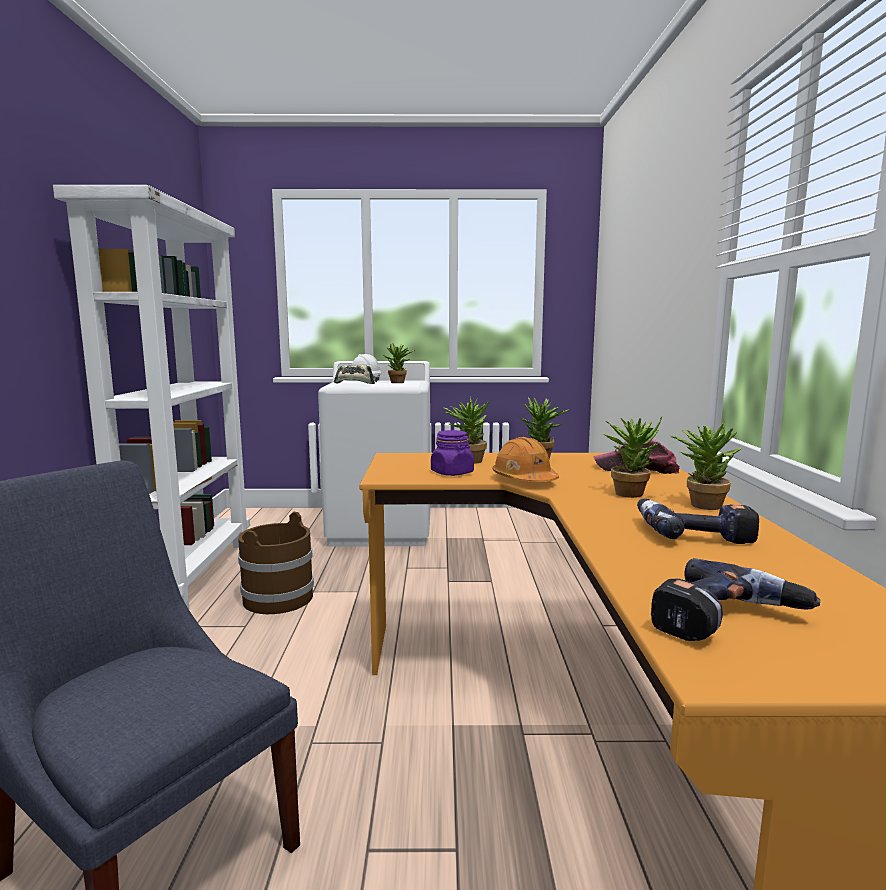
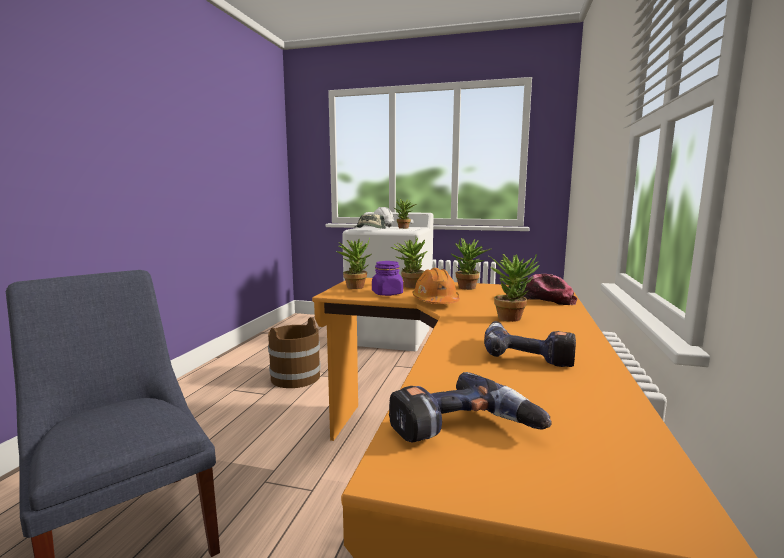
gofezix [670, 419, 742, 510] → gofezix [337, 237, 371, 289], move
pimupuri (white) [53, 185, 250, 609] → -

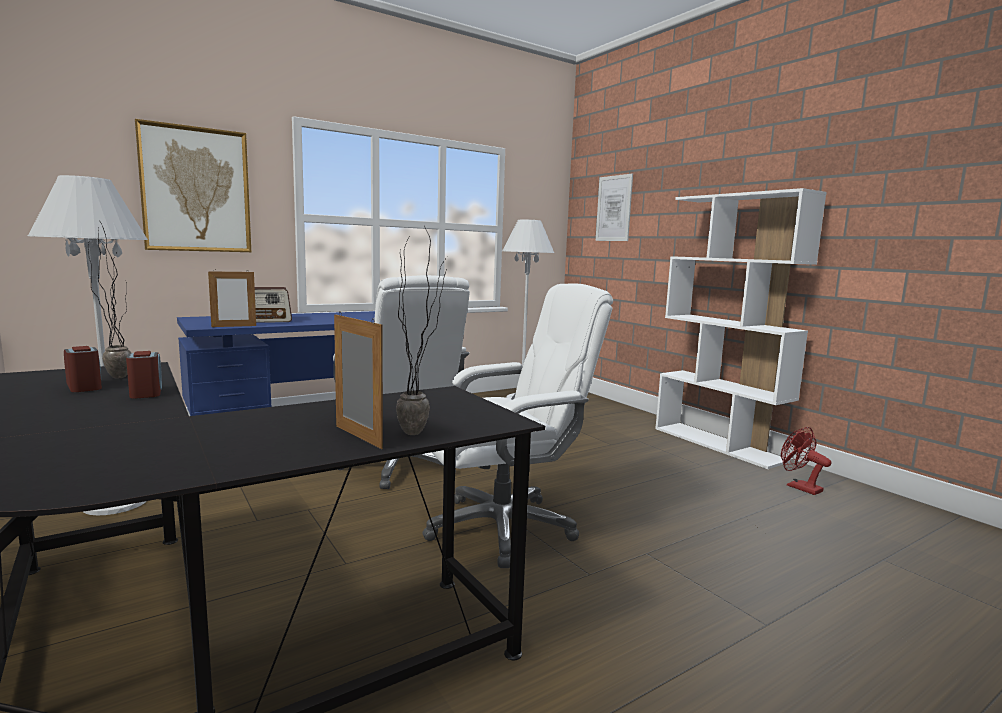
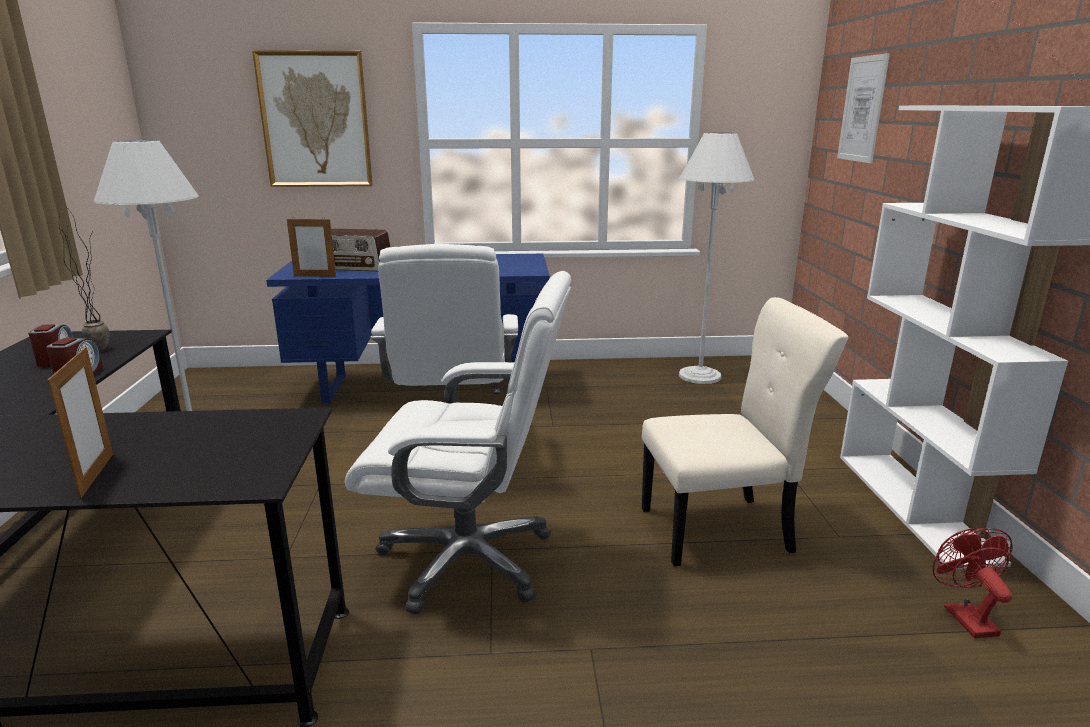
- → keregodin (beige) [642, 297, 849, 567]
gofezix [396, 226, 447, 435] → -

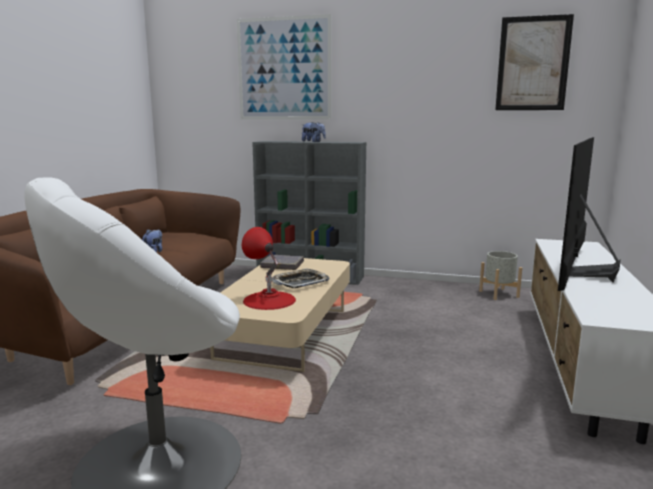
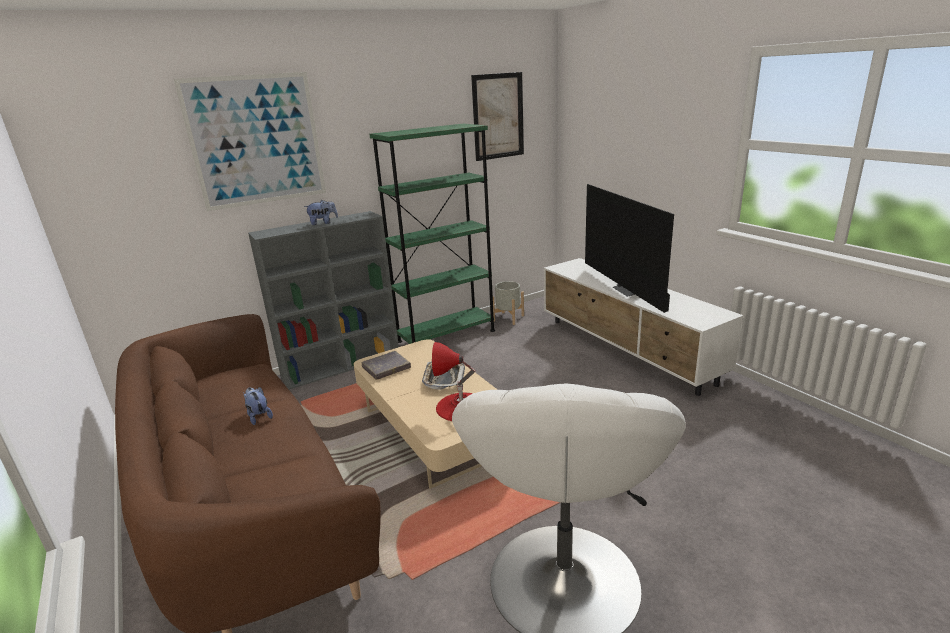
- → pimupuri (green) [369, 124, 495, 344]

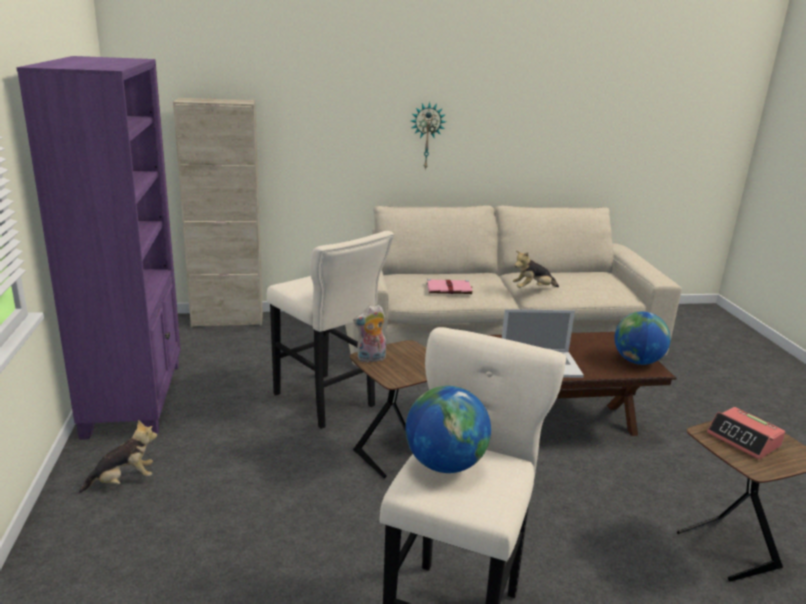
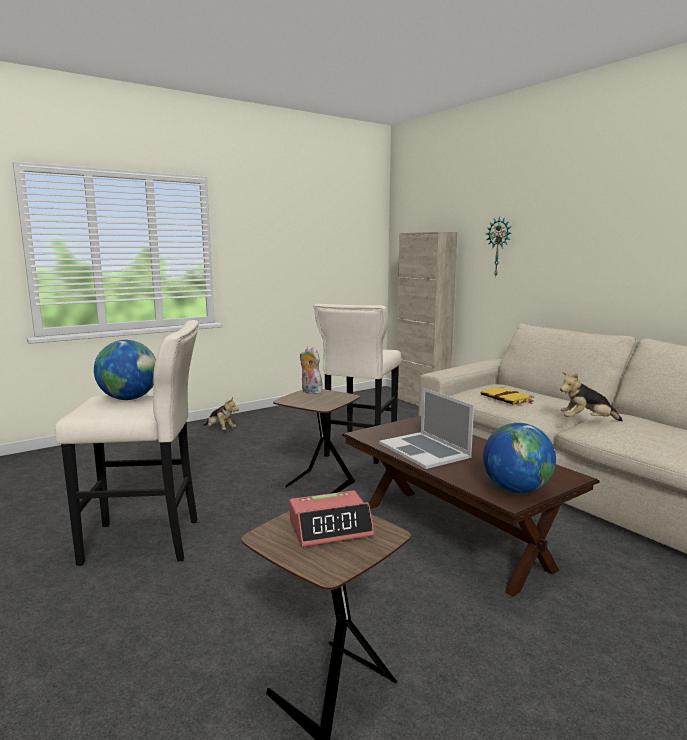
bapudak [707, 407, 785, 459] → bapudak [289, 490, 374, 547], 135 degrees counterclockwise
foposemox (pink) [427, 279, 473, 294] → foposemox (yellow) [481, 387, 534, 405]
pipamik [411, 102, 446, 170] → pipamik [486, 216, 512, 278], move
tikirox [513, 251, 559, 288] → tikirox [560, 372, 623, 421], 45 degrees counterclockwise
pimupuri (purple) [16, 56, 181, 440] → -

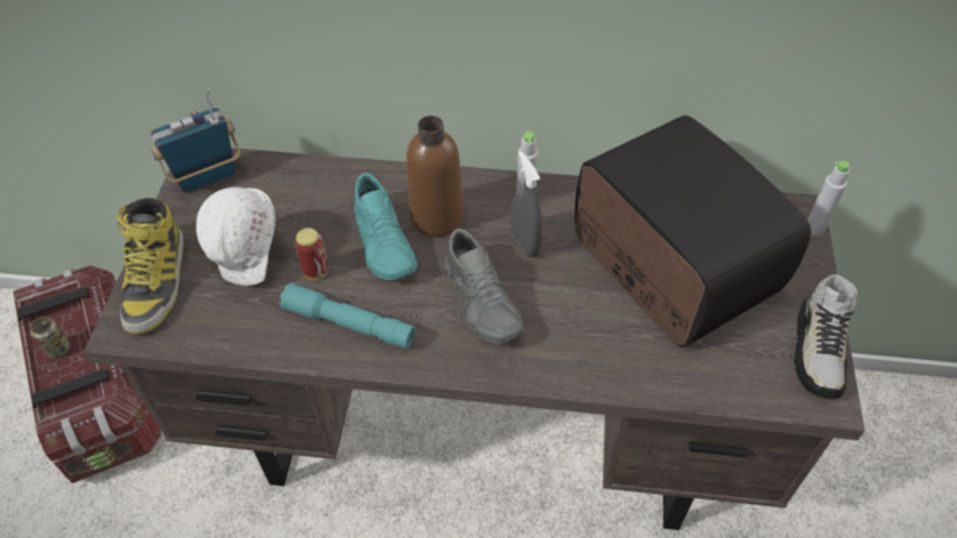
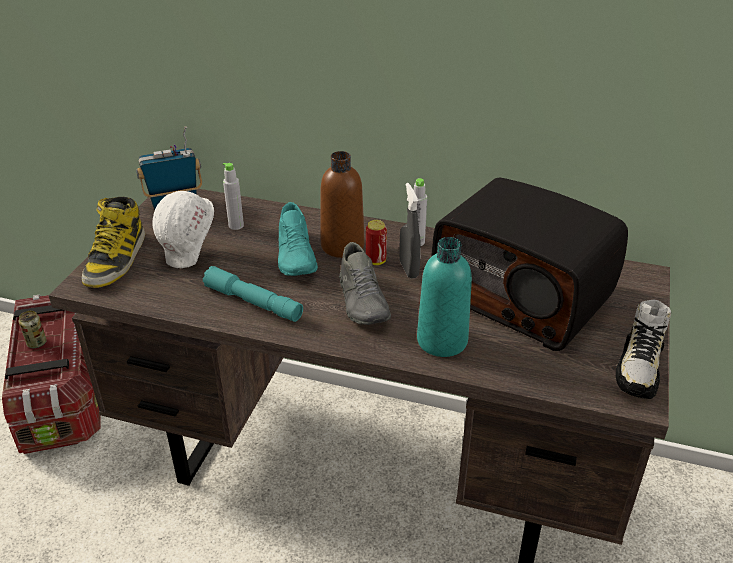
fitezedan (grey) [807, 161, 850, 235] → fitezedan (grey) [223, 163, 244, 230], move
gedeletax [295, 228, 328, 280] → gedeletax [366, 220, 387, 265], move
- → fitezedan (turquoise) [417, 237, 472, 357]
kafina [575, 115, 811, 348] → kafina [432, 178, 628, 351], 150 degrees clockwise

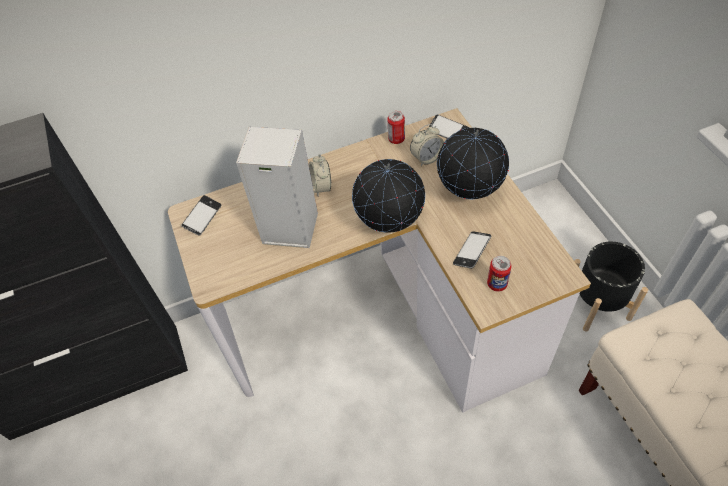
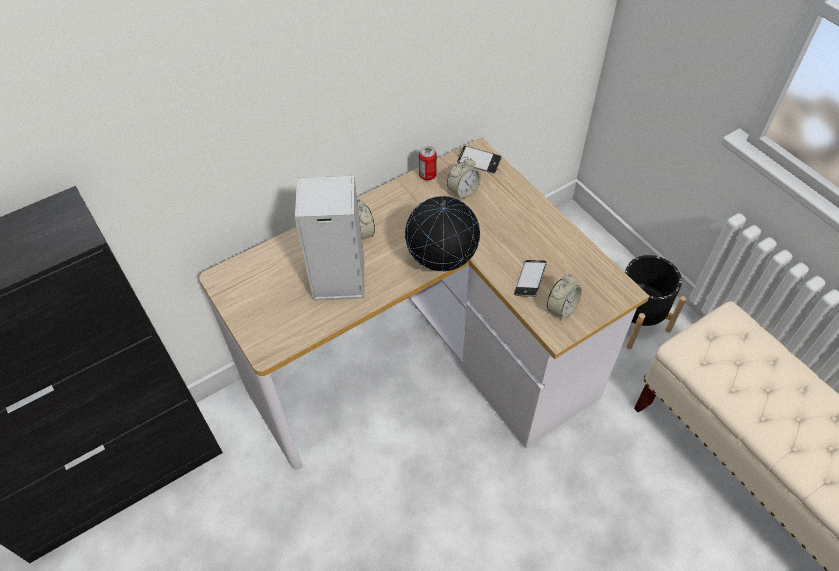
gedeletax [487, 256, 512, 292] → bapudak [547, 274, 582, 321]
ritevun [182, 195, 221, 236] → -
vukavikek [437, 128, 509, 199] → -

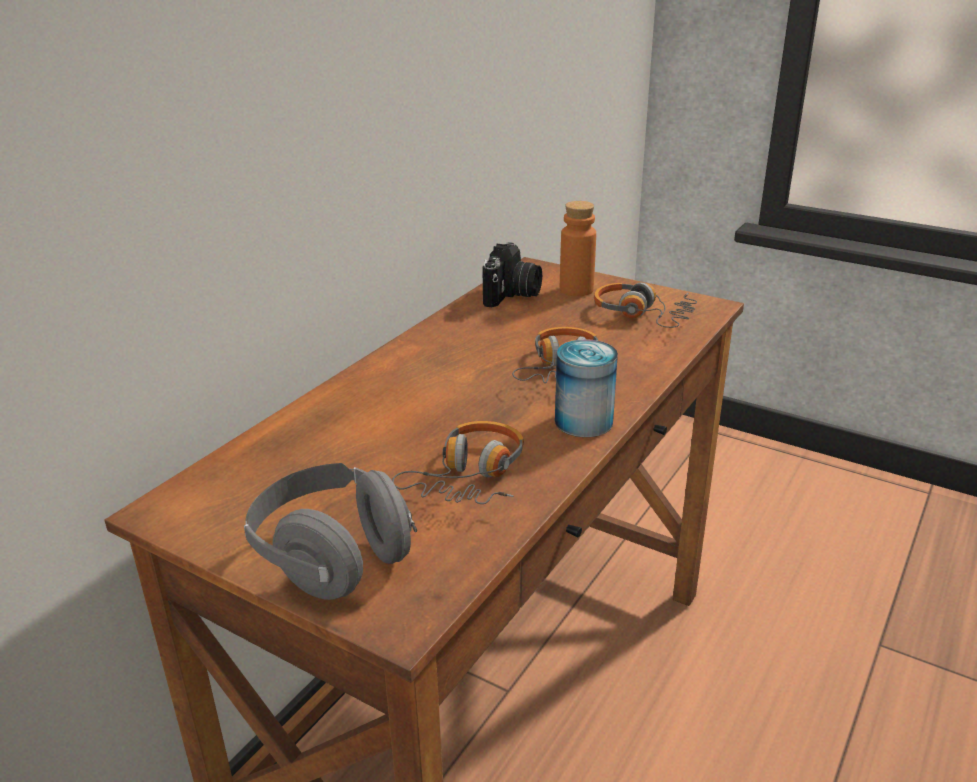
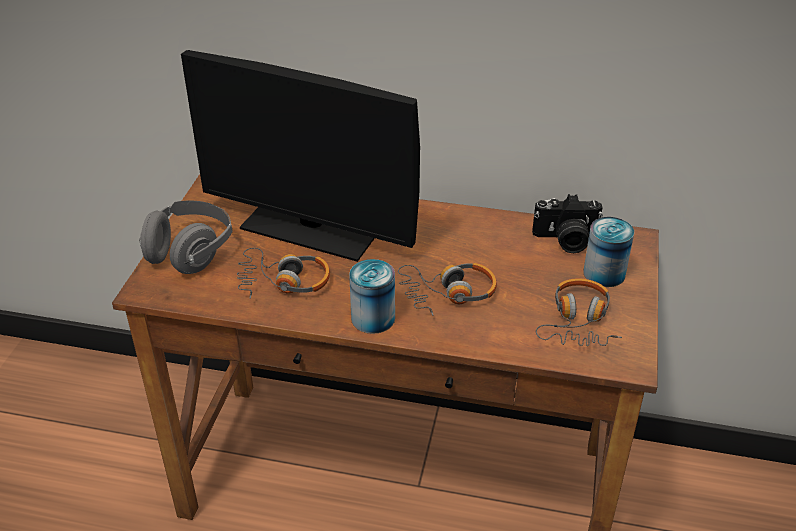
- → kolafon [181, 50, 420, 262]
fitezedan (orange) [560, 201, 596, 296] → gedeletax [583, 217, 634, 287]

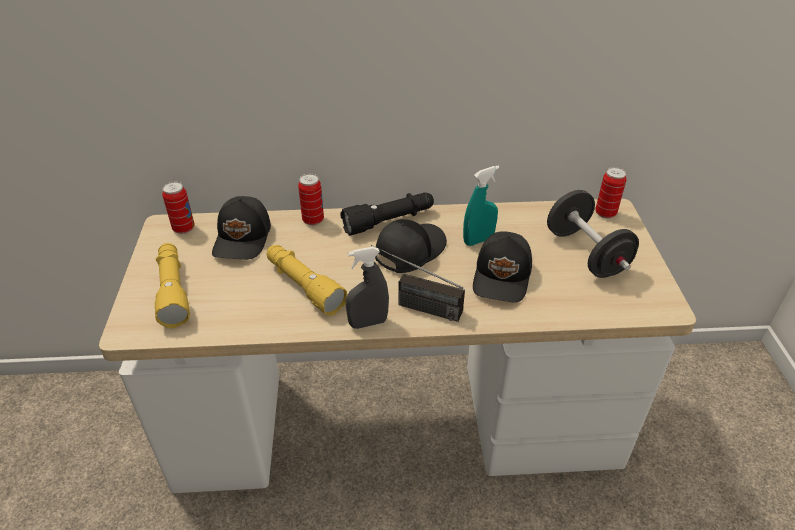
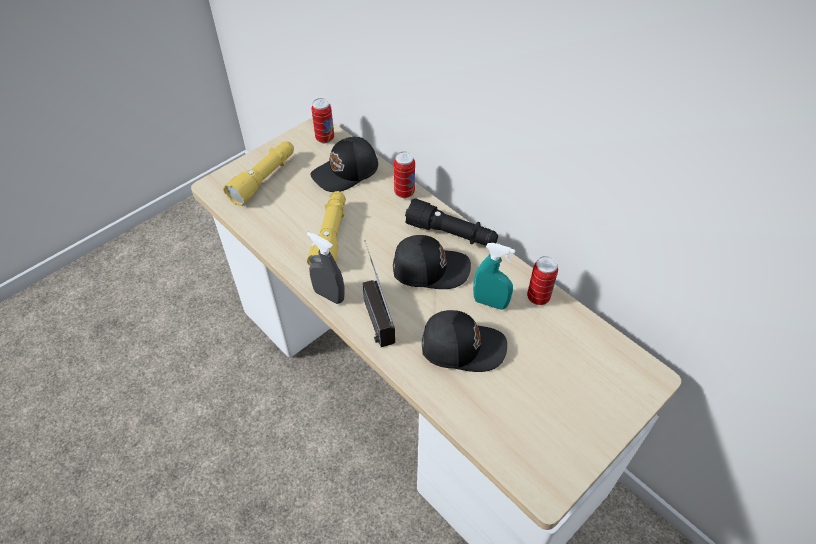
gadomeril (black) [473, 231, 532, 303] → gadomeril (black) [422, 310, 507, 372], 150 degrees counterclockwise
gedeletax [595, 167, 626, 218] → gedeletax [527, 256, 558, 305], move
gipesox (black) [547, 190, 639, 278] → -

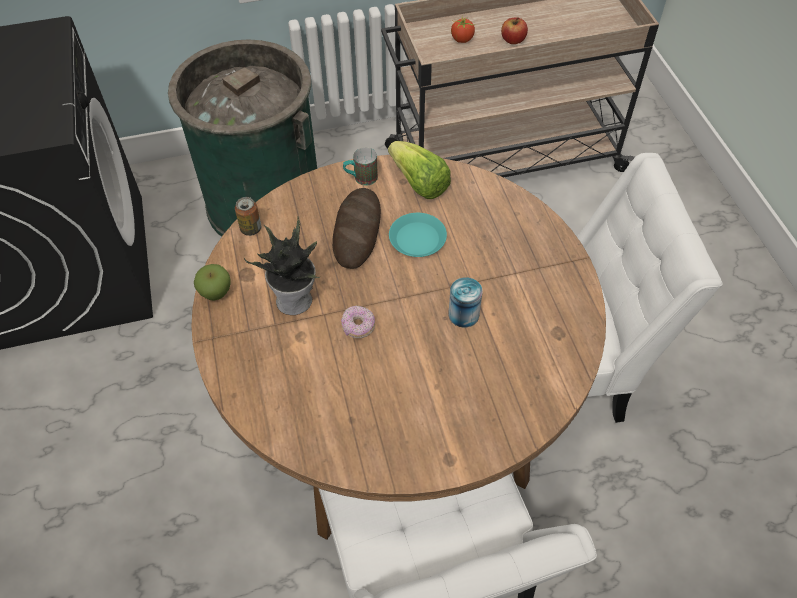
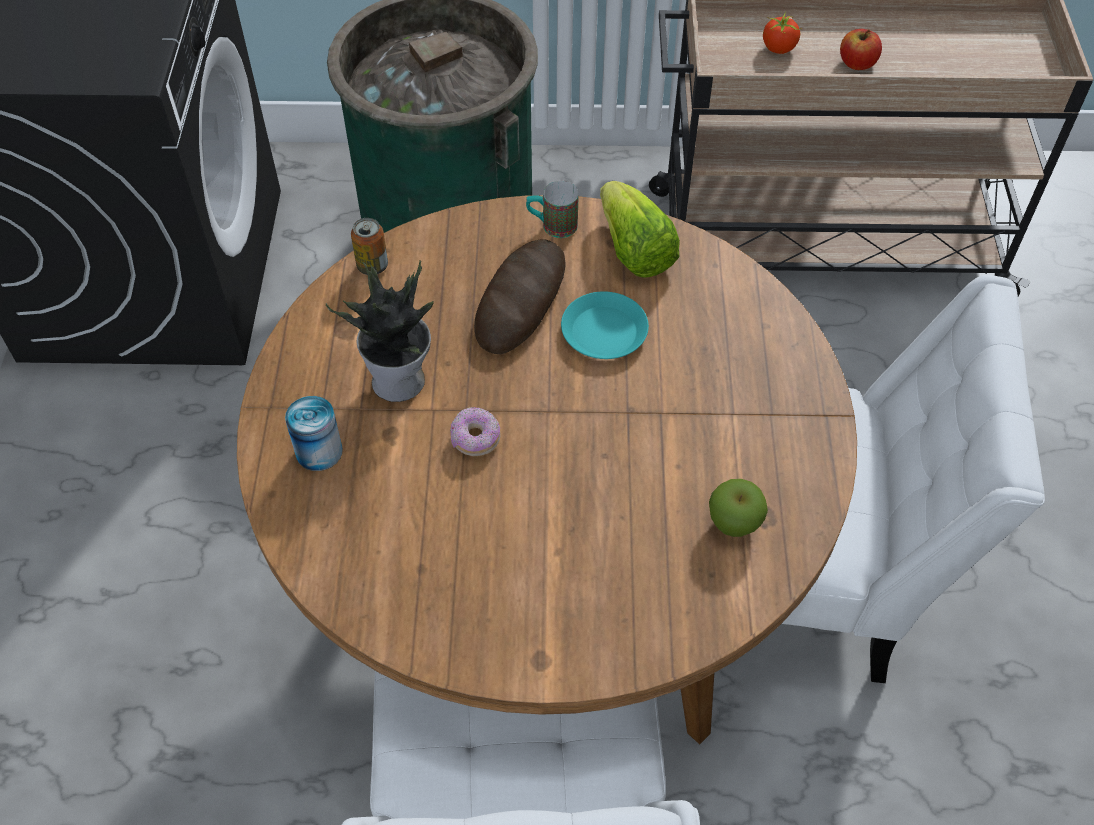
gedeletax [448, 277, 483, 328] → gedeletax [285, 396, 343, 471], move
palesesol [194, 264, 230, 300] → palesesol [709, 479, 768, 537], move

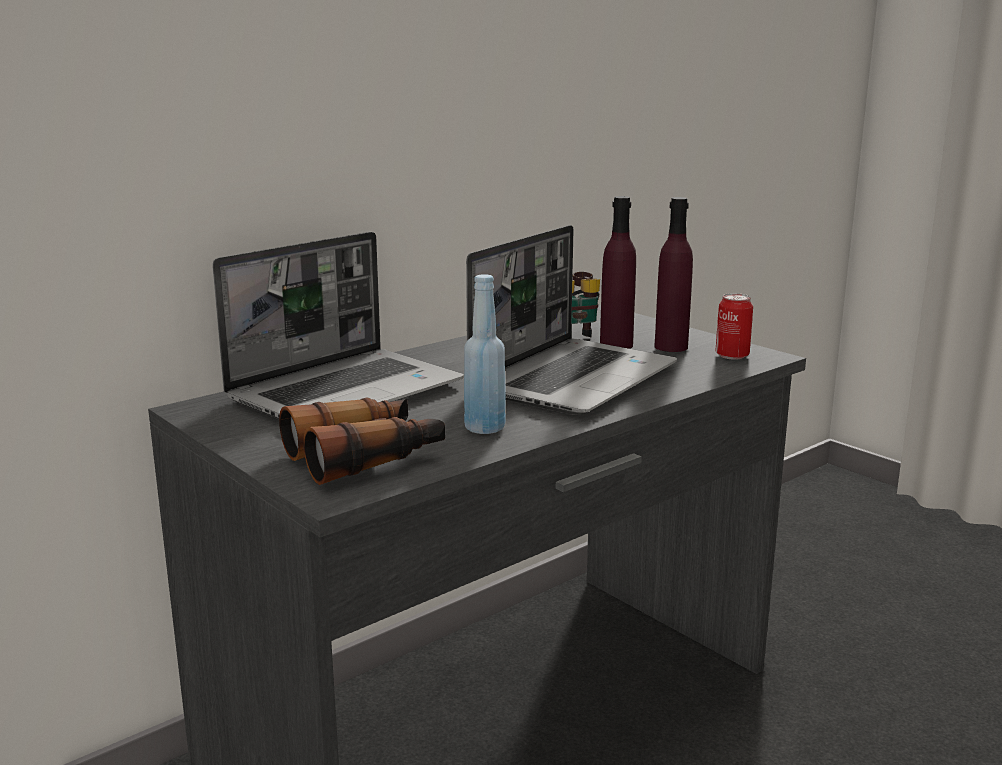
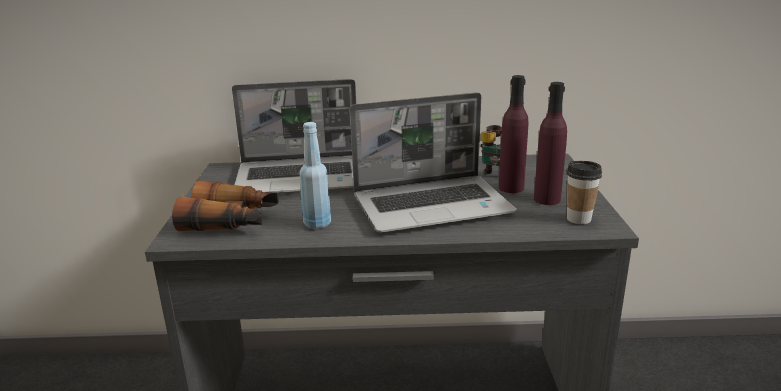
gedeletax [715, 293, 753, 360] → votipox [566, 161, 602, 224]

